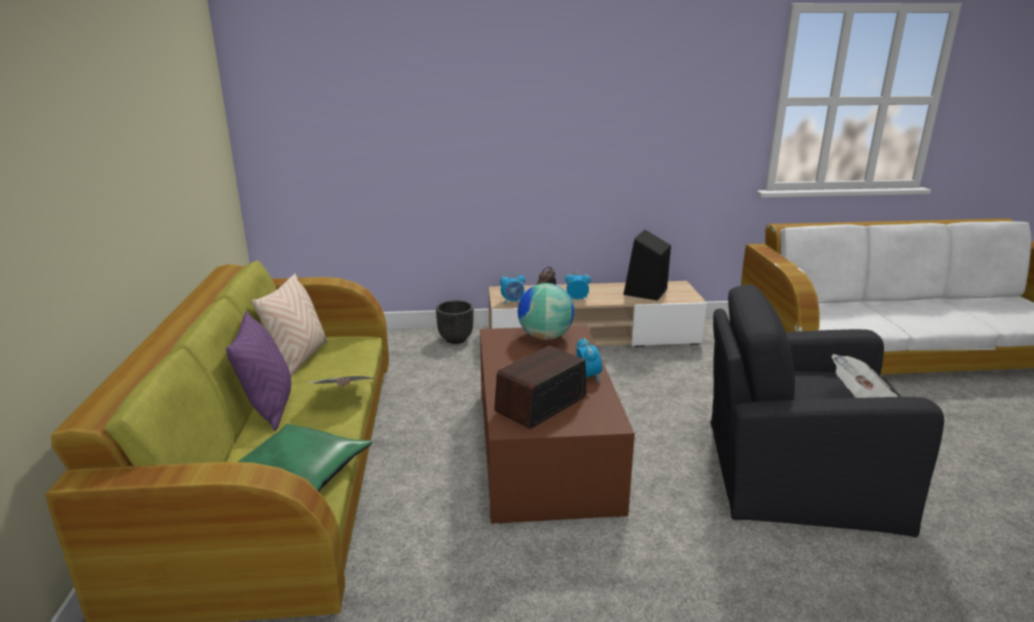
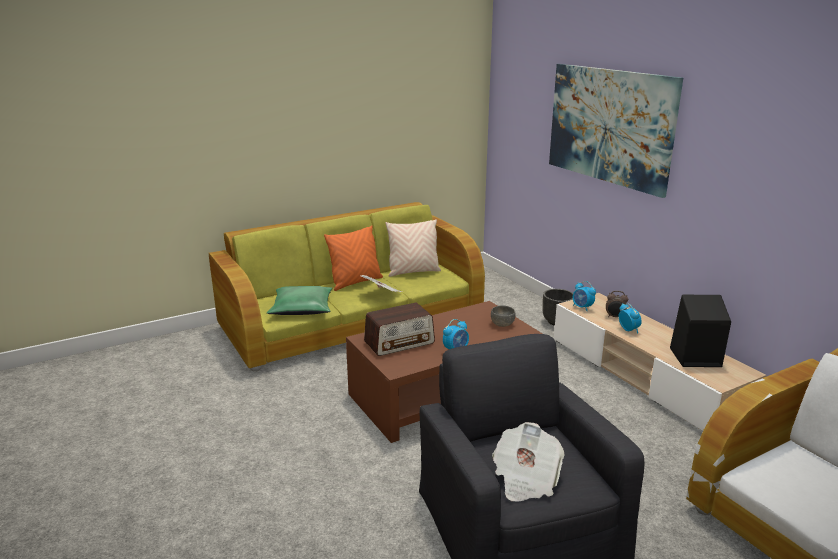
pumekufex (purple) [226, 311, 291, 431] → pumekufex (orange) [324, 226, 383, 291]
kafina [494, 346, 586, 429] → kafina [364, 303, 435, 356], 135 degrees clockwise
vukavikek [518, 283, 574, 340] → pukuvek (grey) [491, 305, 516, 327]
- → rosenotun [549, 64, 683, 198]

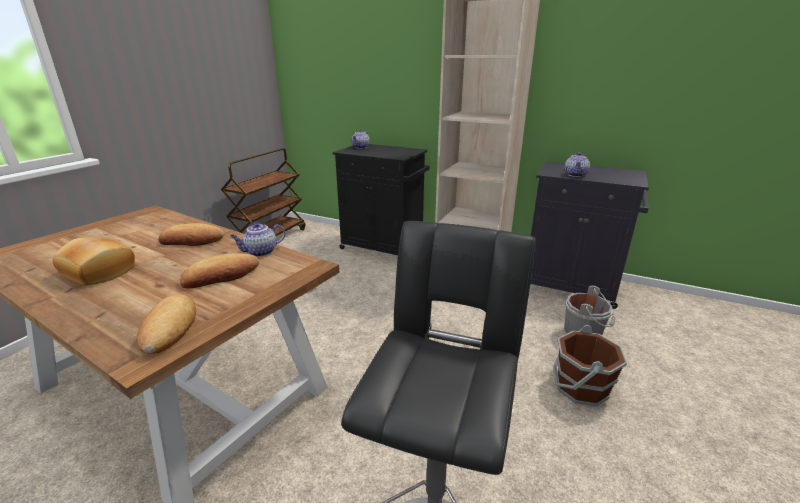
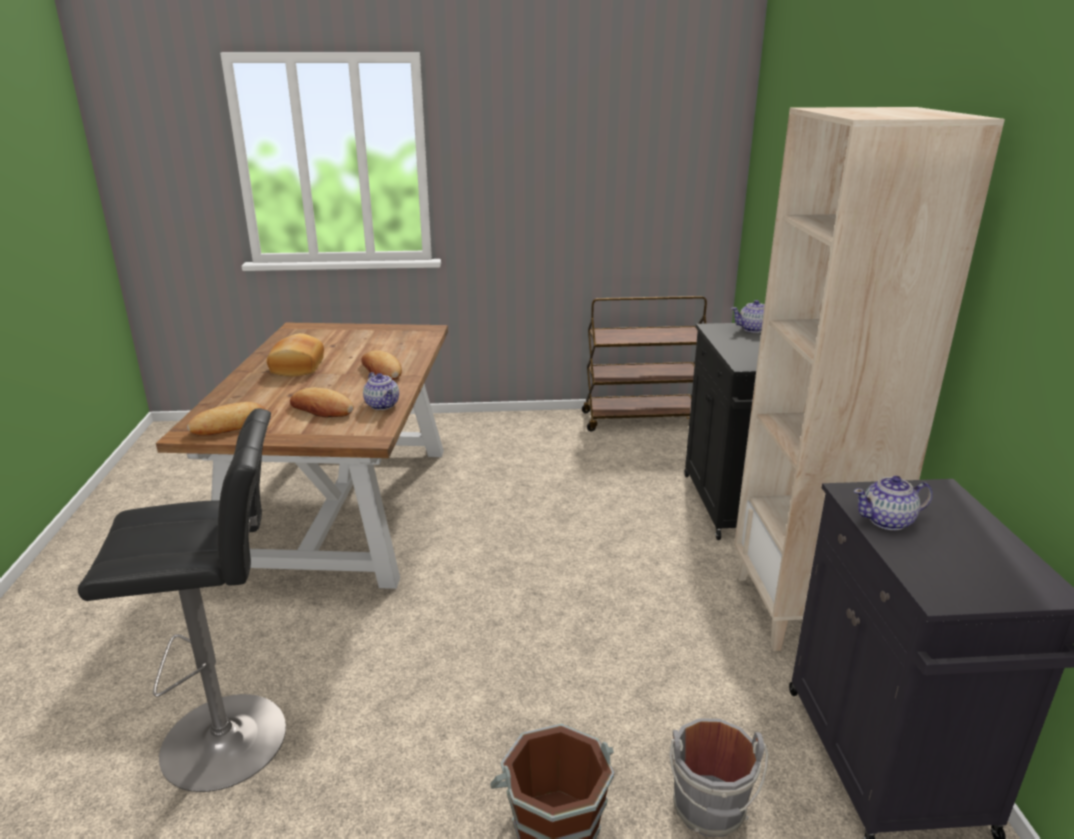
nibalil [230, 223, 285, 257] → nibalil [363, 372, 399, 410], 150 degrees counterclockwise

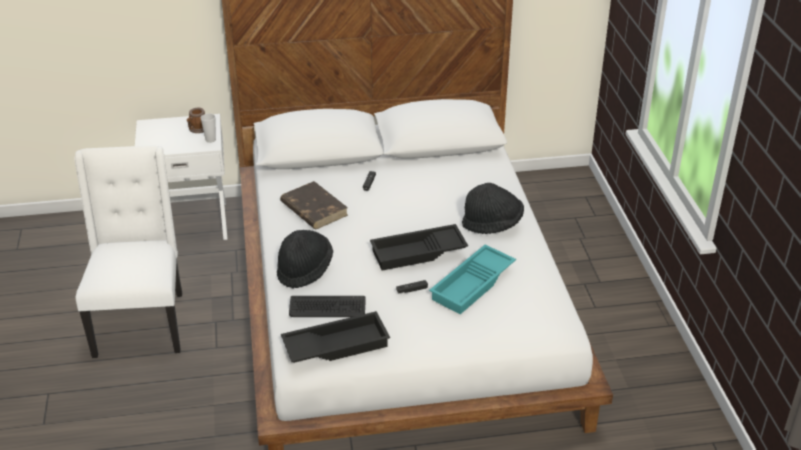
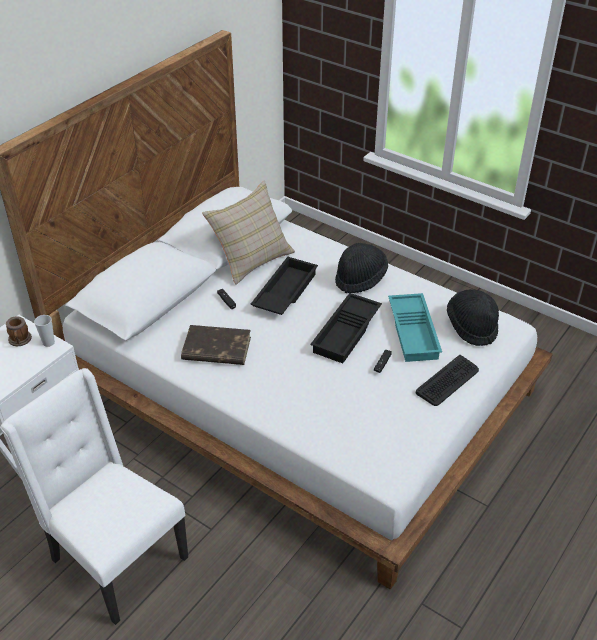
- → pumekufex (beige) [202, 181, 295, 285]
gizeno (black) [281, 311, 390, 363] → gizeno (black) [250, 257, 318, 315], move
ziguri [289, 296, 366, 317] → ziguri [416, 355, 479, 406], move
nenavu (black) [277, 230, 333, 289] → nenavu (black) [447, 289, 499, 346], move

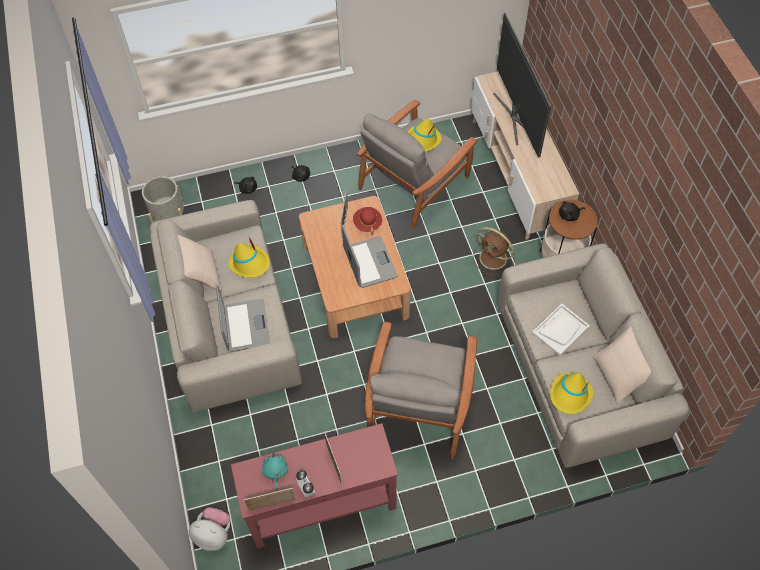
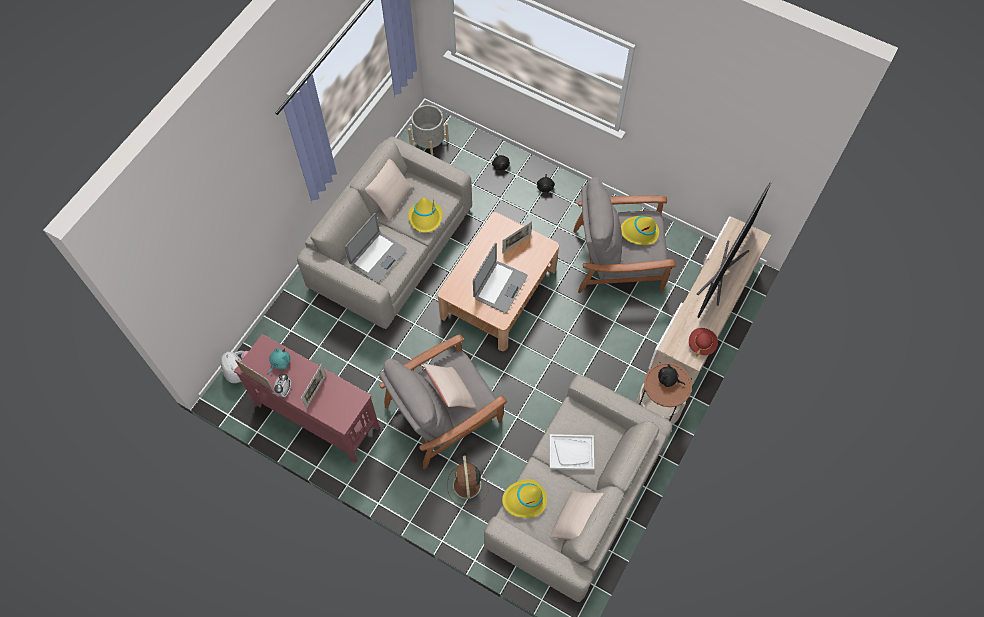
- → pumekufex (beige) [424, 364, 476, 408]
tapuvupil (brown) [473, 227, 515, 275] → tapuvupil (brown) [447, 456, 489, 506], move
nenavu (red) [353, 207, 382, 235] → nenavu (red) [689, 328, 718, 357], move

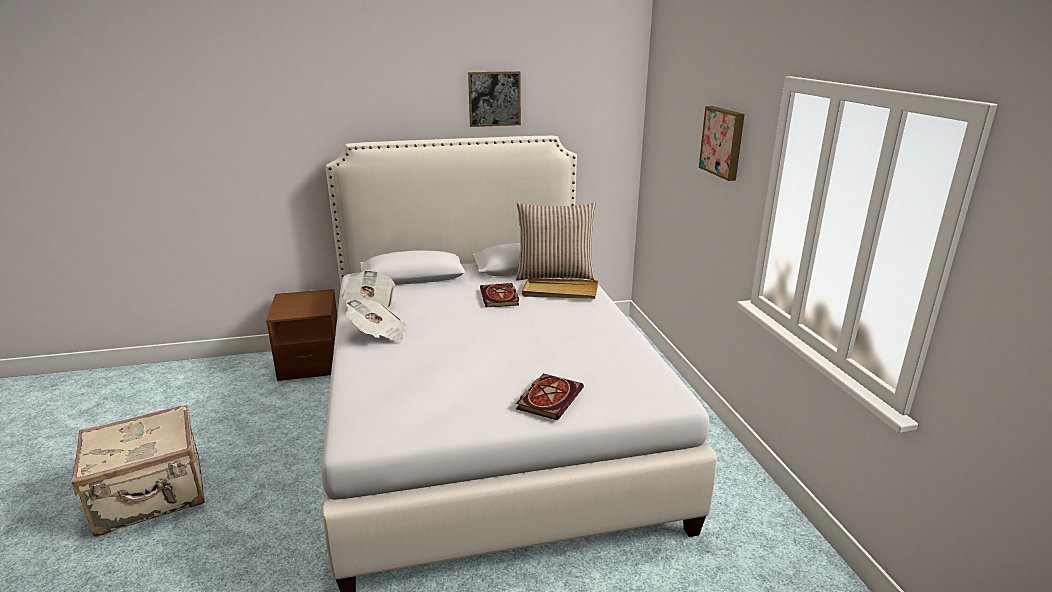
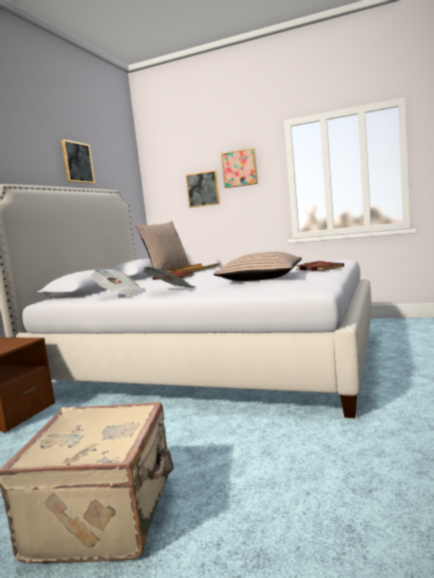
- → rosenotun [186, 170, 220, 208]
- → pumekufex [213, 252, 302, 281]

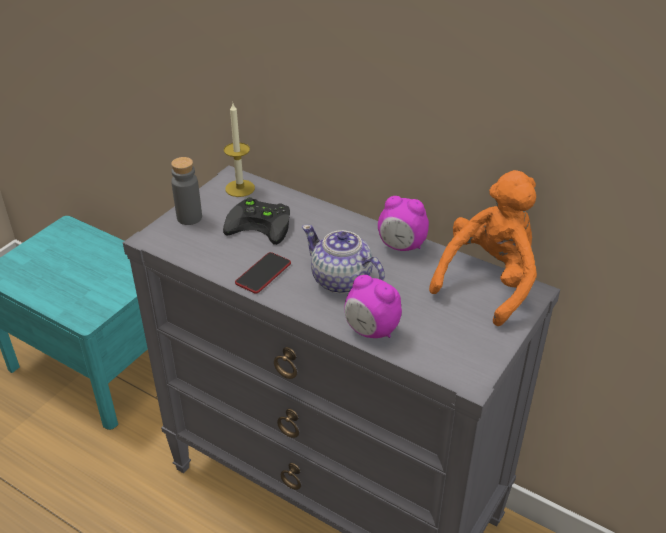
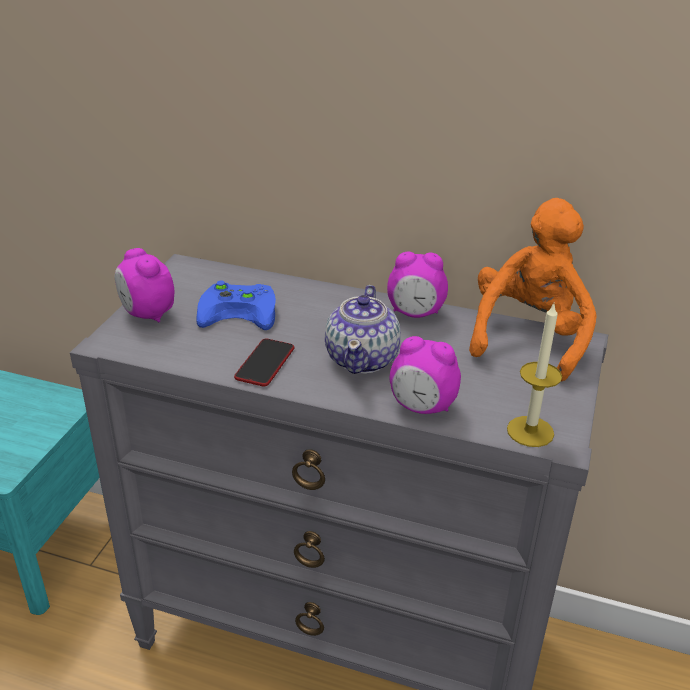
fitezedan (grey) [171, 157, 202, 225] → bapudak [115, 248, 174, 323]
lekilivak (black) [223, 197, 290, 245] → lekilivak (blue) [196, 281, 276, 330]
nibalil [302, 225, 385, 294] → nibalil [325, 285, 401, 374], 105 degrees counterclockwise
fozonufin [224, 103, 255, 197] → fozonufin [507, 304, 562, 447], move

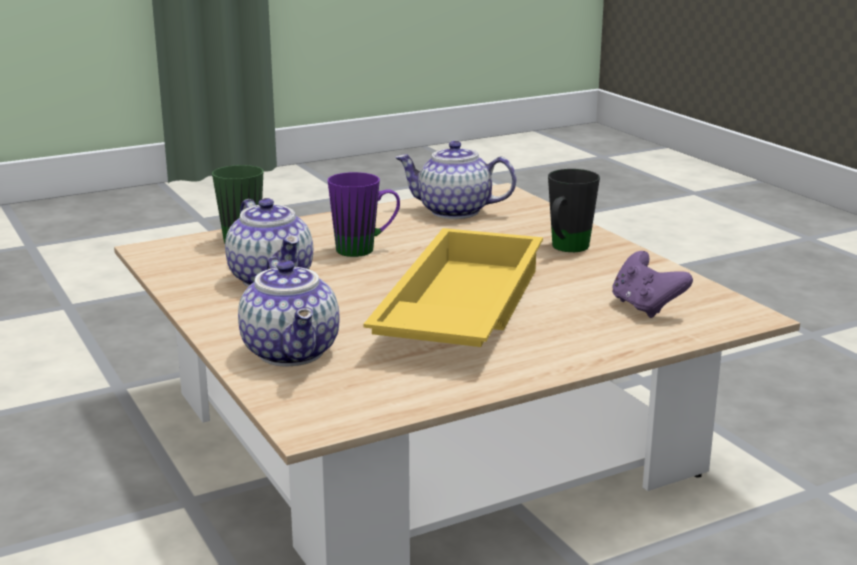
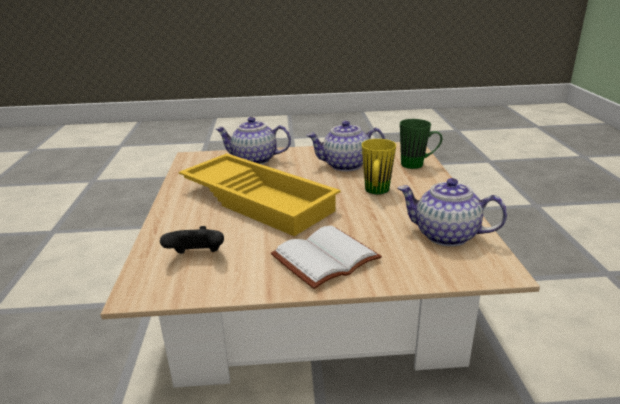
lekilivak (purple) [612, 251, 693, 318] → lekilivak (black) [160, 226, 224, 254]
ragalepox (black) [548, 169, 600, 252] → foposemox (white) [271, 225, 382, 289]
ragalepox (purple) [328, 172, 400, 257] → ragalepox (yellow) [362, 139, 396, 194]
nibalil [395, 141, 516, 219] → nibalil [398, 178, 507, 247], 105 degrees counterclockwise

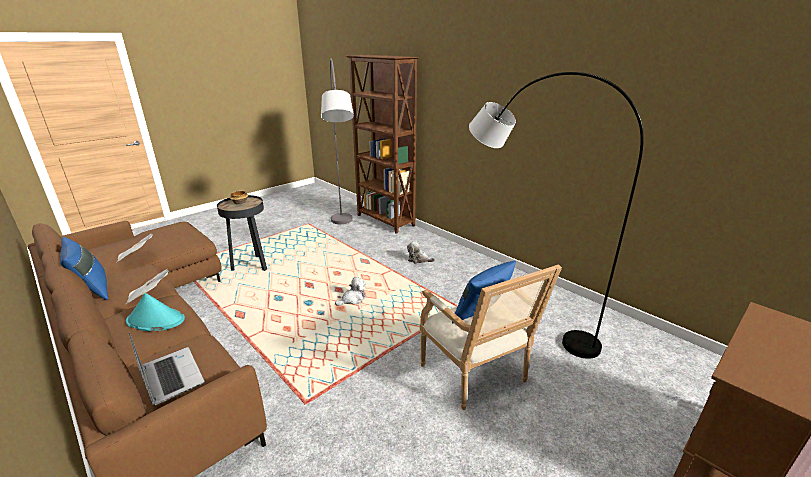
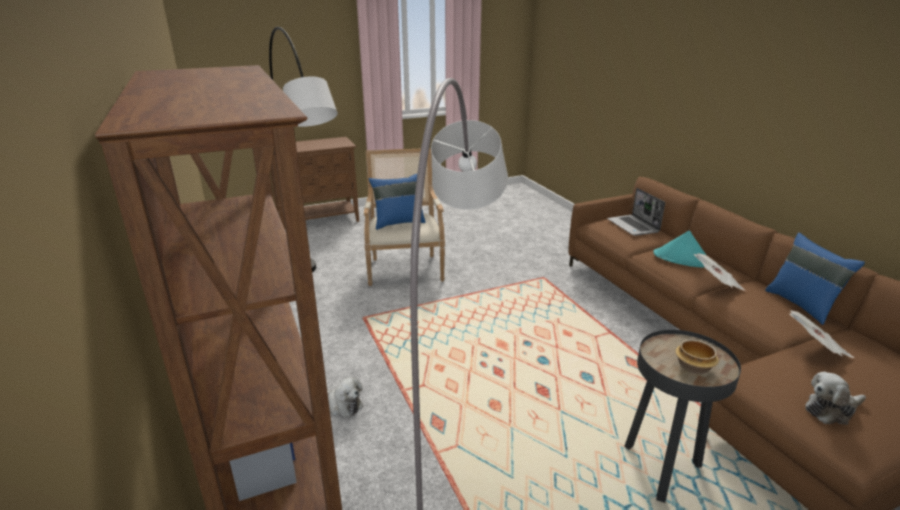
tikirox [335, 277, 366, 306] → tikirox [805, 372, 866, 425], move

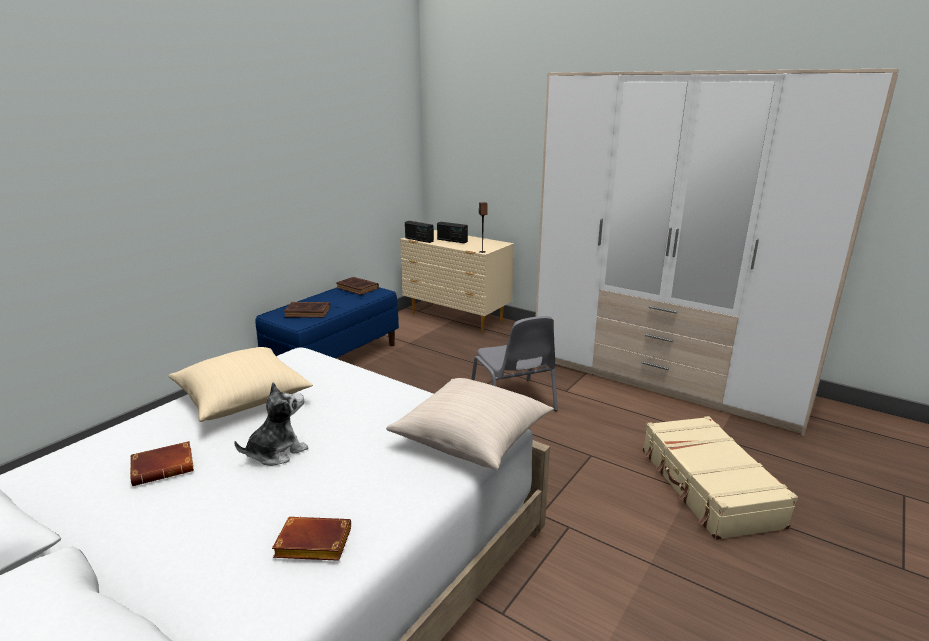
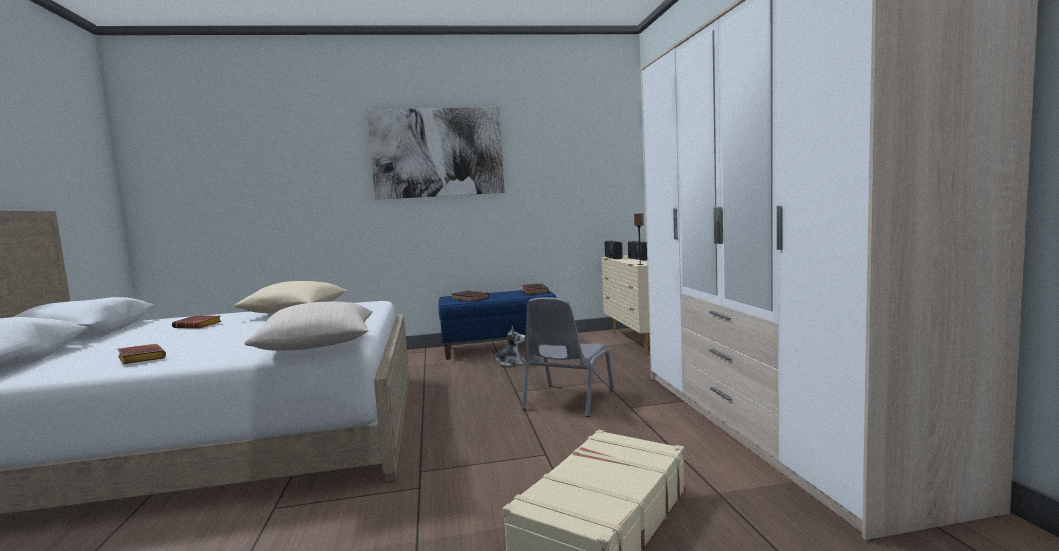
- → rosenotun [367, 107, 505, 200]
tikirox [234, 382, 308, 466] → tikirox [491, 326, 526, 366], move

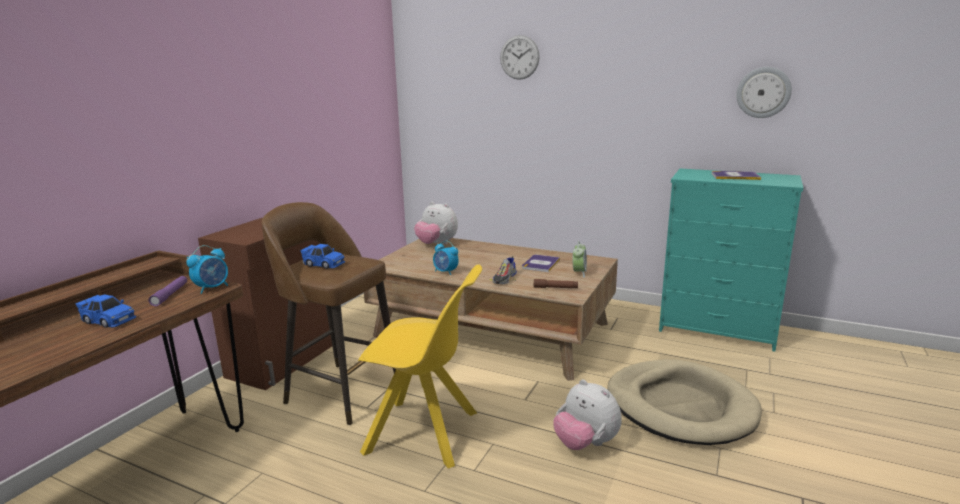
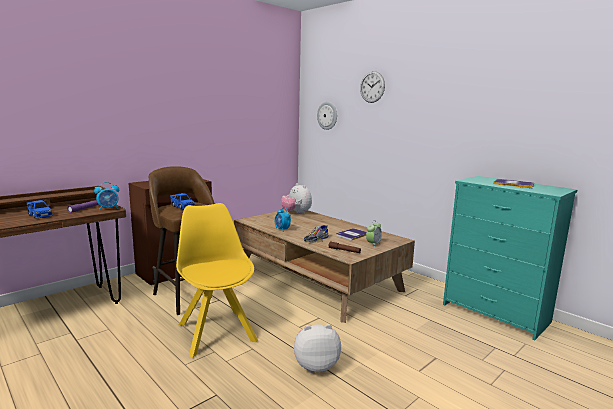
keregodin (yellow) [358, 265, 482, 468] → keregodin (yellow) [176, 203, 258, 357], 150 degrees counterclockwise
tikirox [553, 379, 622, 450] → tikirox [294, 324, 341, 373], 105 degrees clockwise
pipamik [736, 67, 792, 118] → pipamik [317, 102, 337, 130], move
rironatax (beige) [608, 359, 762, 445] → -

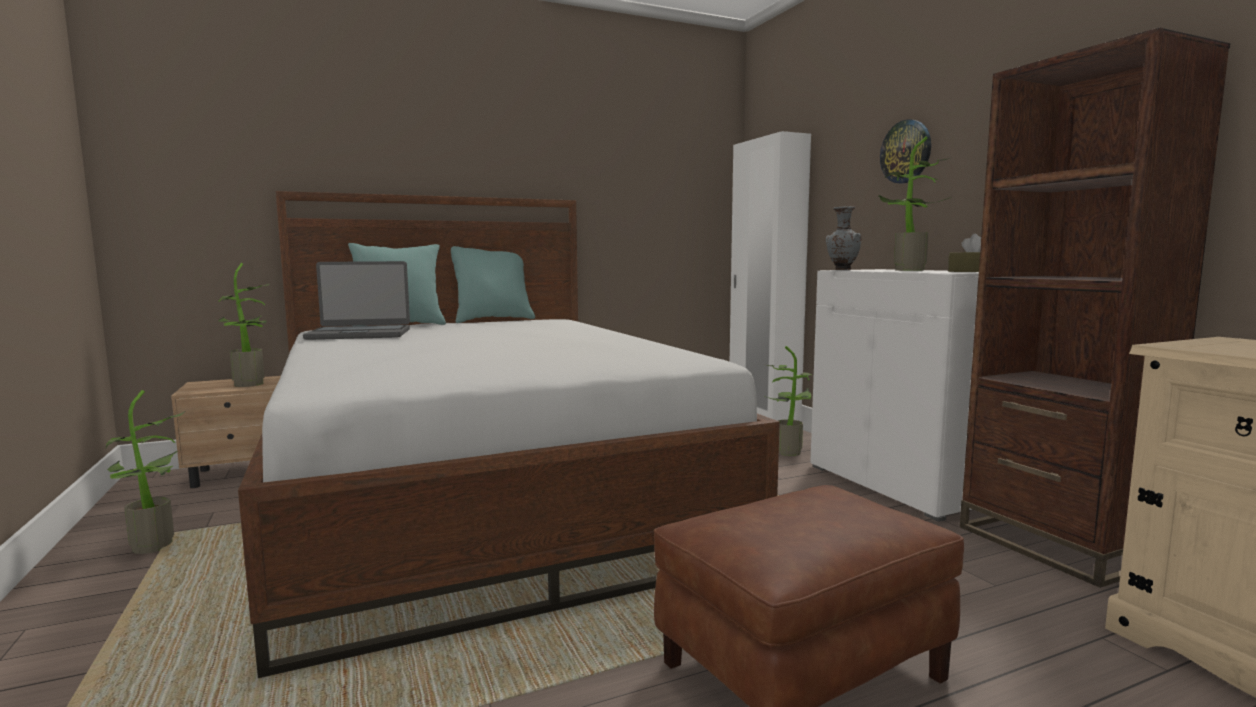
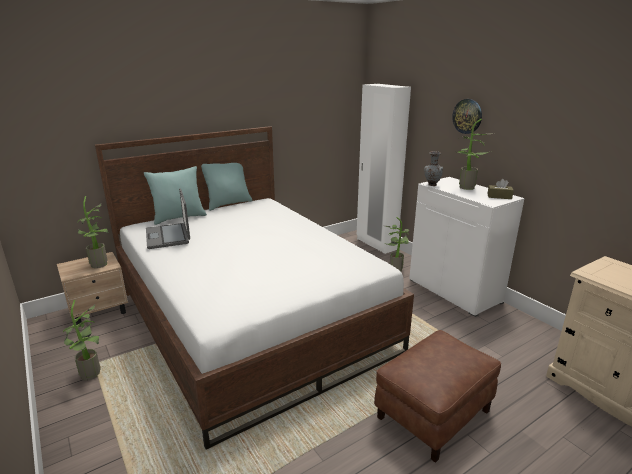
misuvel [303, 261, 410, 340] → misuvel [146, 188, 190, 249], 90 degrees clockwise
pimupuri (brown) [960, 28, 1230, 588] → -

